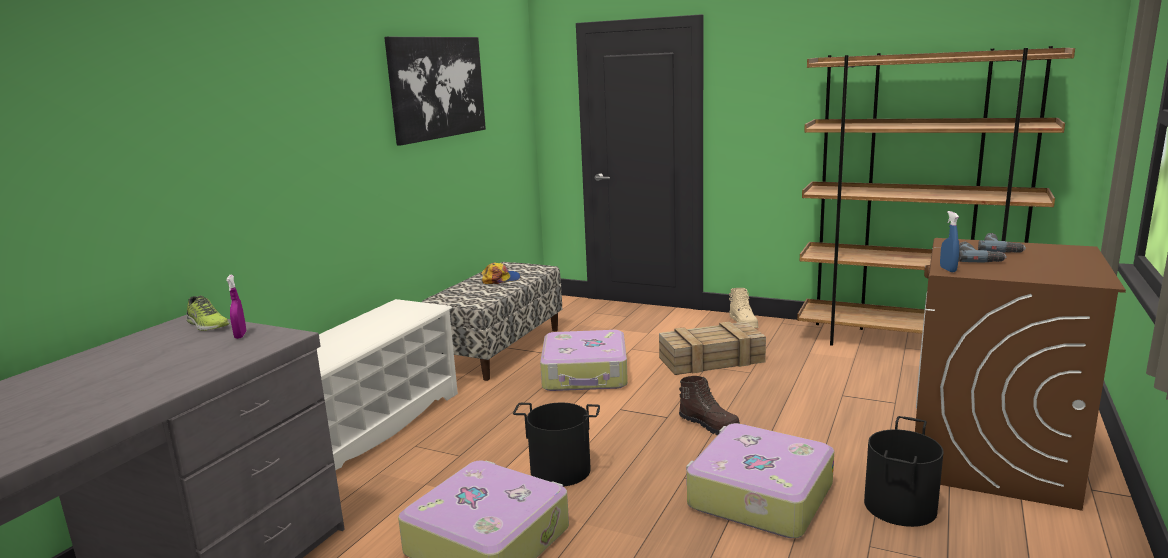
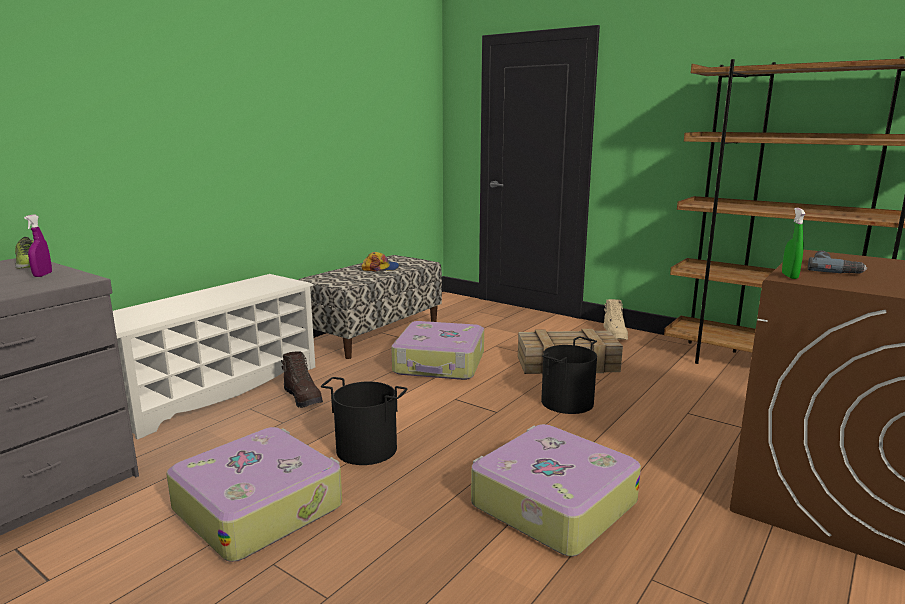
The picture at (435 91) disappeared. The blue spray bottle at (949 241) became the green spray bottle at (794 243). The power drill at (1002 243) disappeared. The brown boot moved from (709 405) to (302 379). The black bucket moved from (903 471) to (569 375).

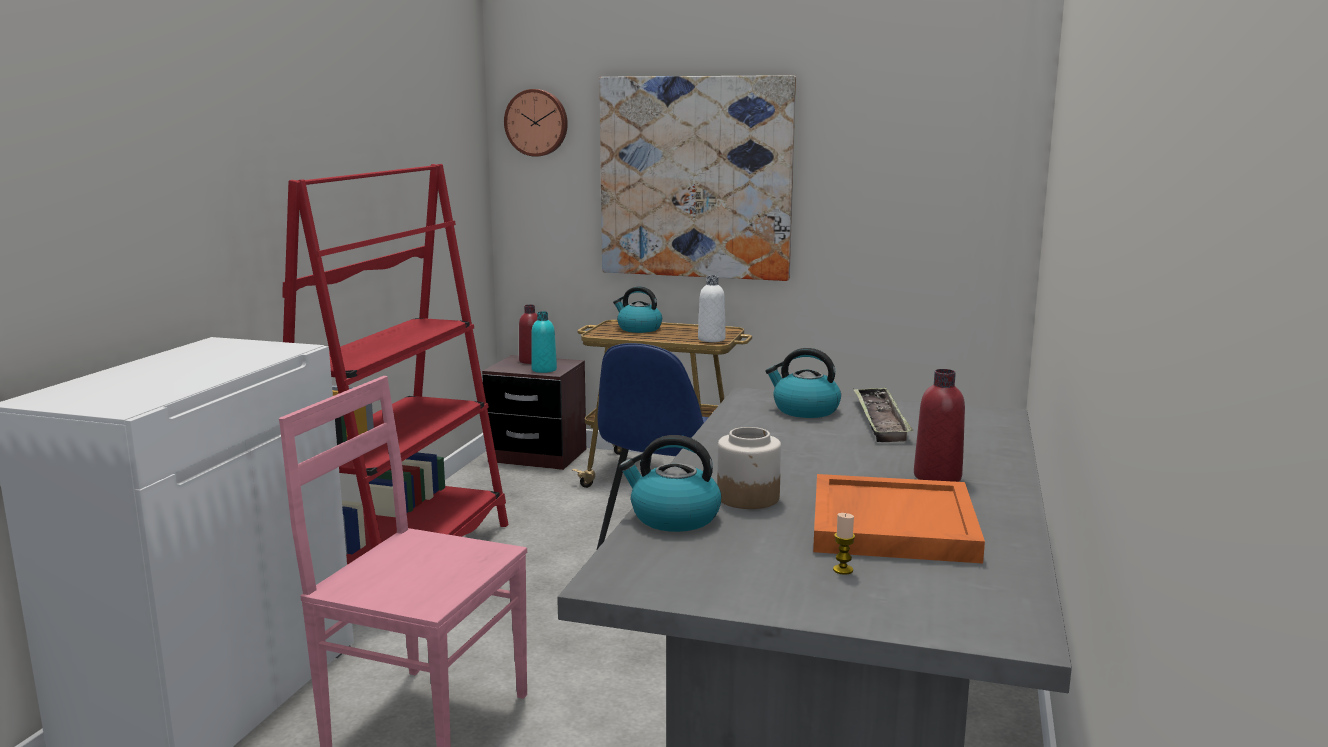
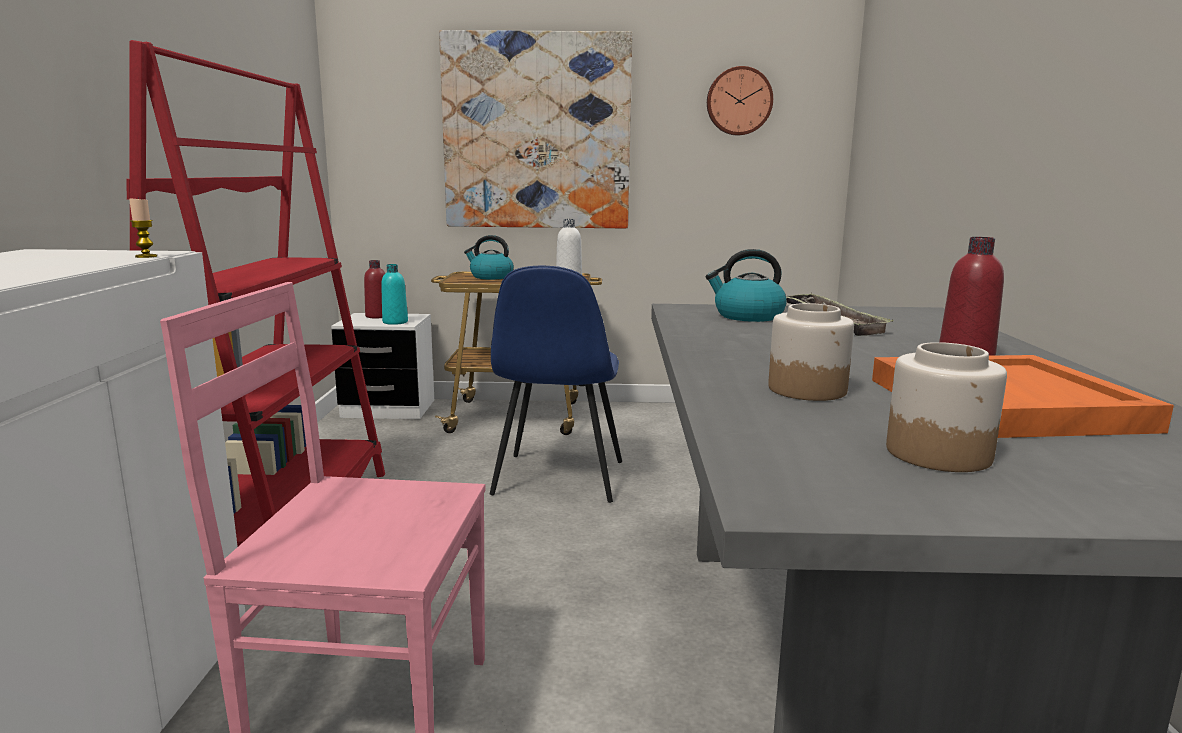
The wall clock moved from (536 123) to (740 100). The brown nightstand at (534 412) became the white nightstand at (382 366). The kettle at (670 483) disappeared. The candle moved from (844 544) to (143 227). The jar at (946 407) appeared.

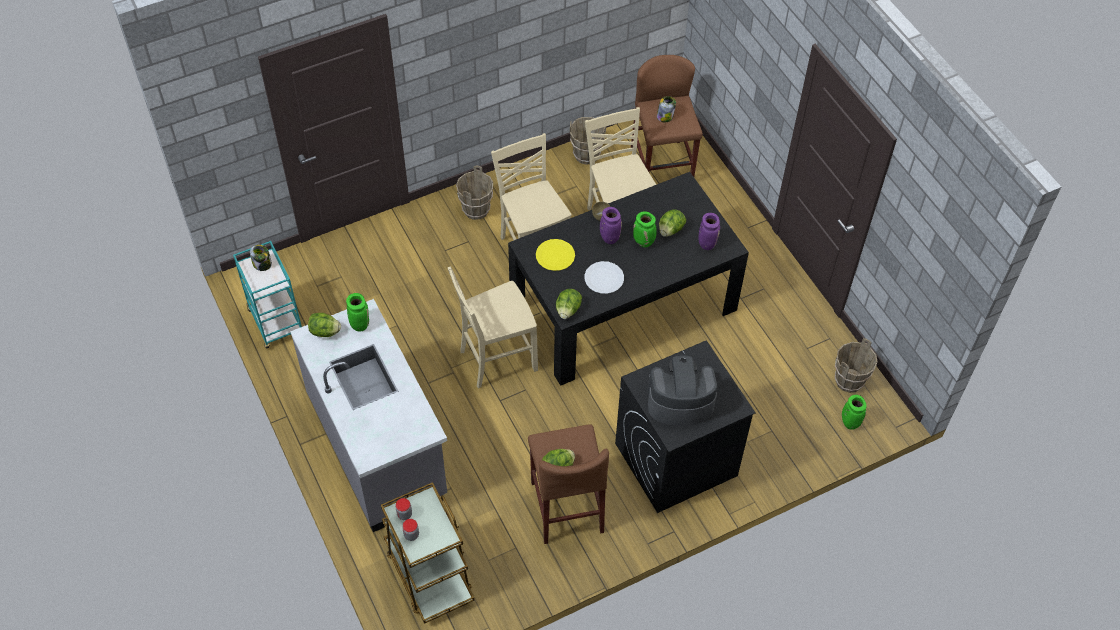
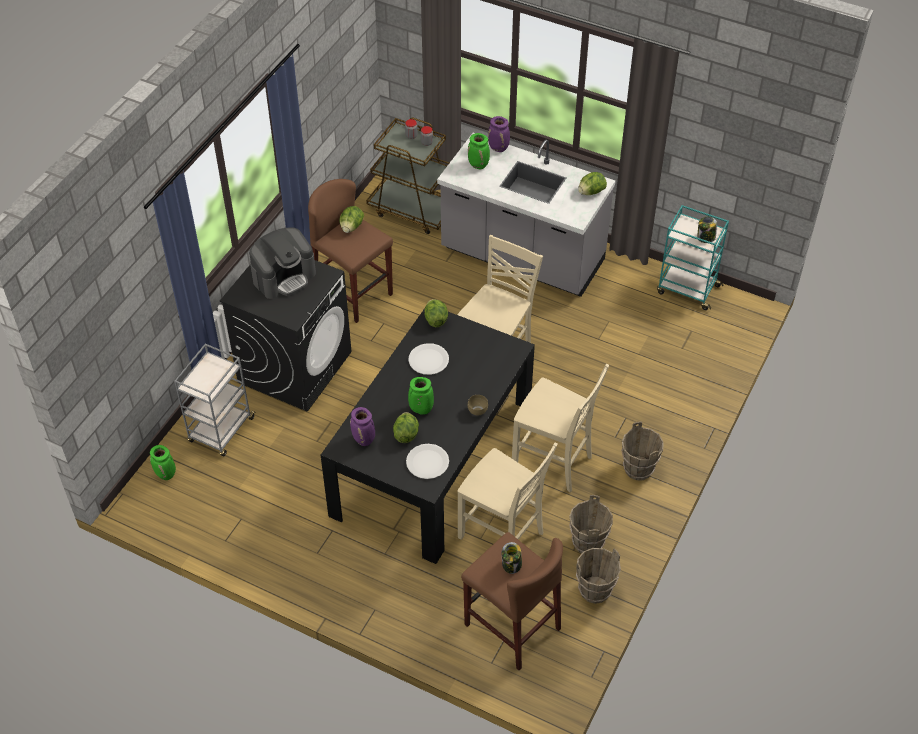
The purple vase moved from (611 225) to (499 134). The yellow plate at (555 255) disappeared. The green vase moved from (357 312) to (479 151). The brown bucket moved from (856 365) to (591 524). The grey cart at (215 400) appeared. The white plate at (427 461) appeared.

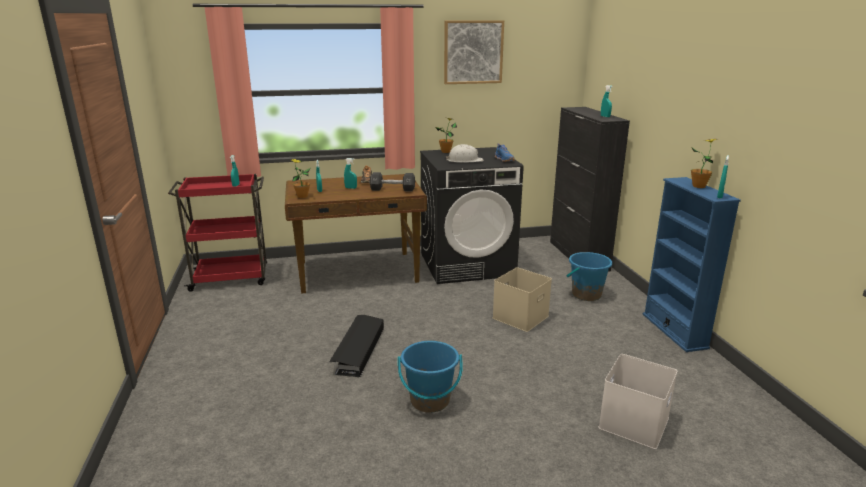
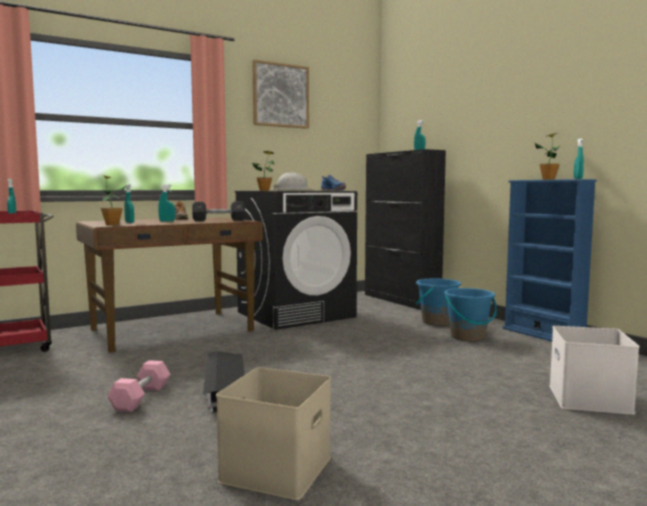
The beige storage box moved from (522 299) to (273 433). The blue bucket moved from (430 377) to (470 314). The pink dumbbell at (139 386) appeared.

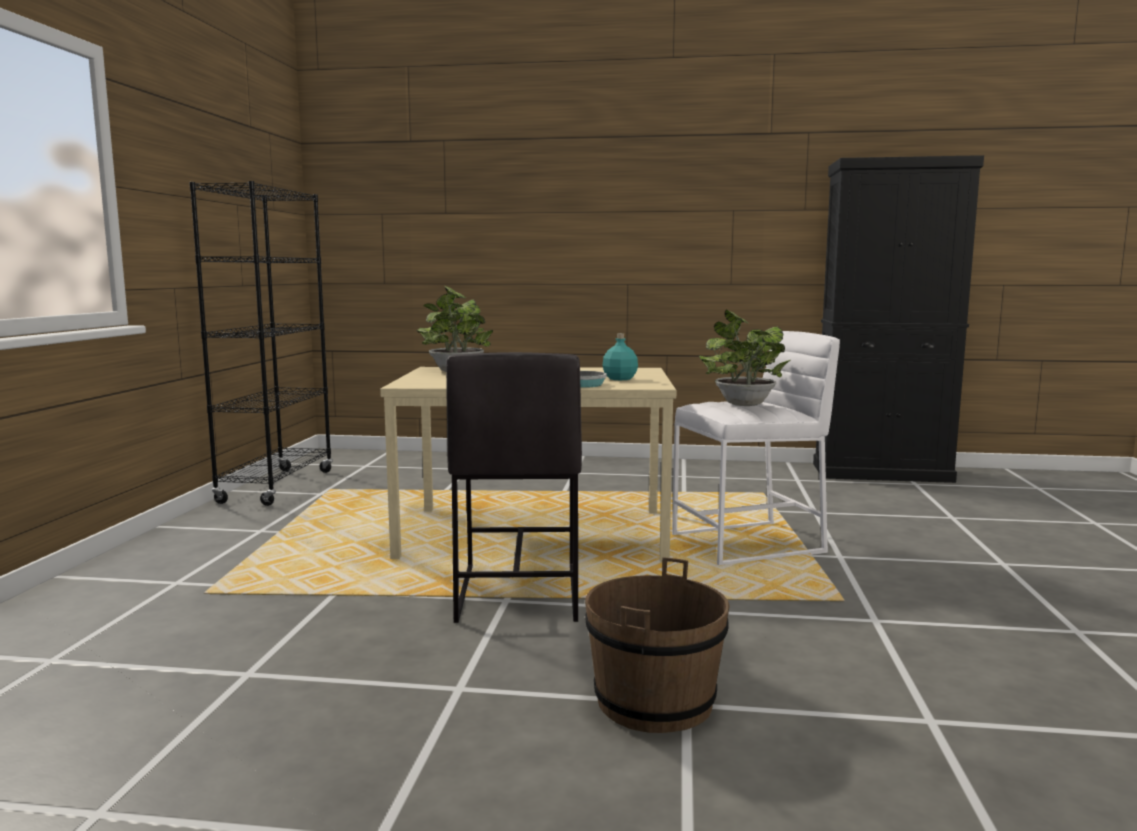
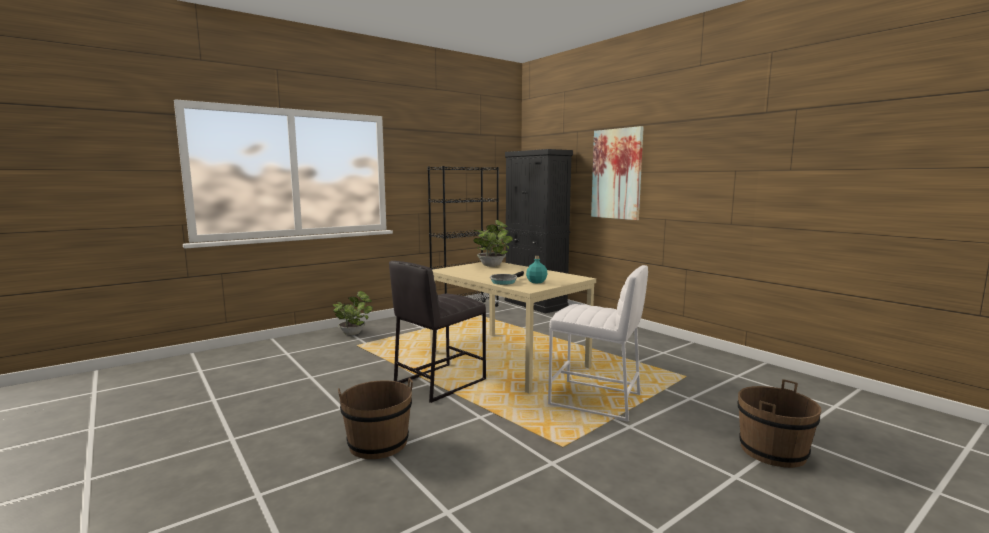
The black cabinet moved from (898 319) to (539 231). The potted plant moved from (744 358) to (353 313). The picture at (617 173) appeared. The brown bucket at (779 423) appeared.

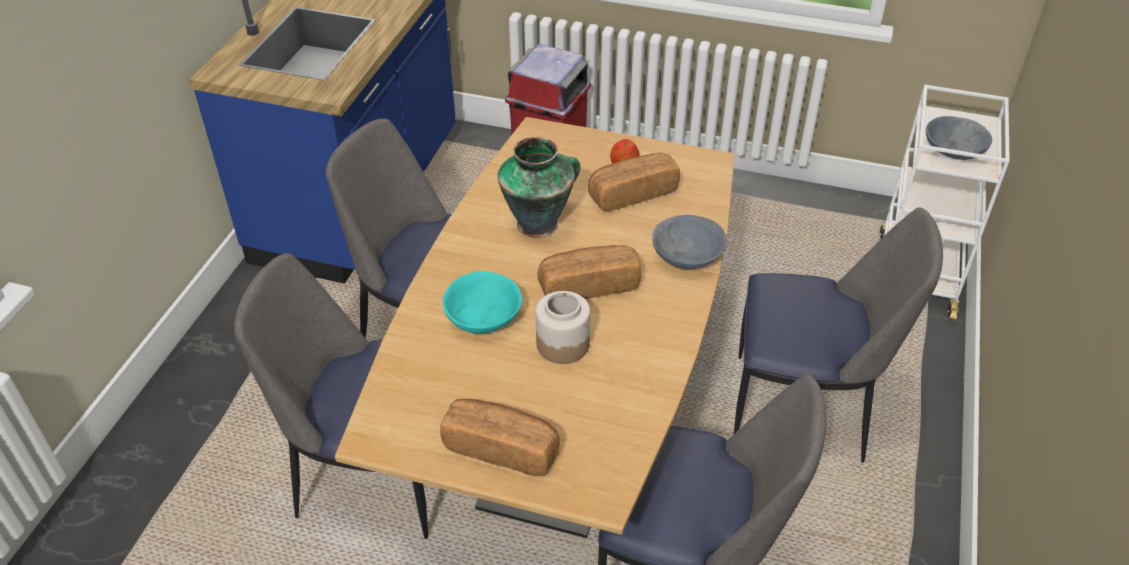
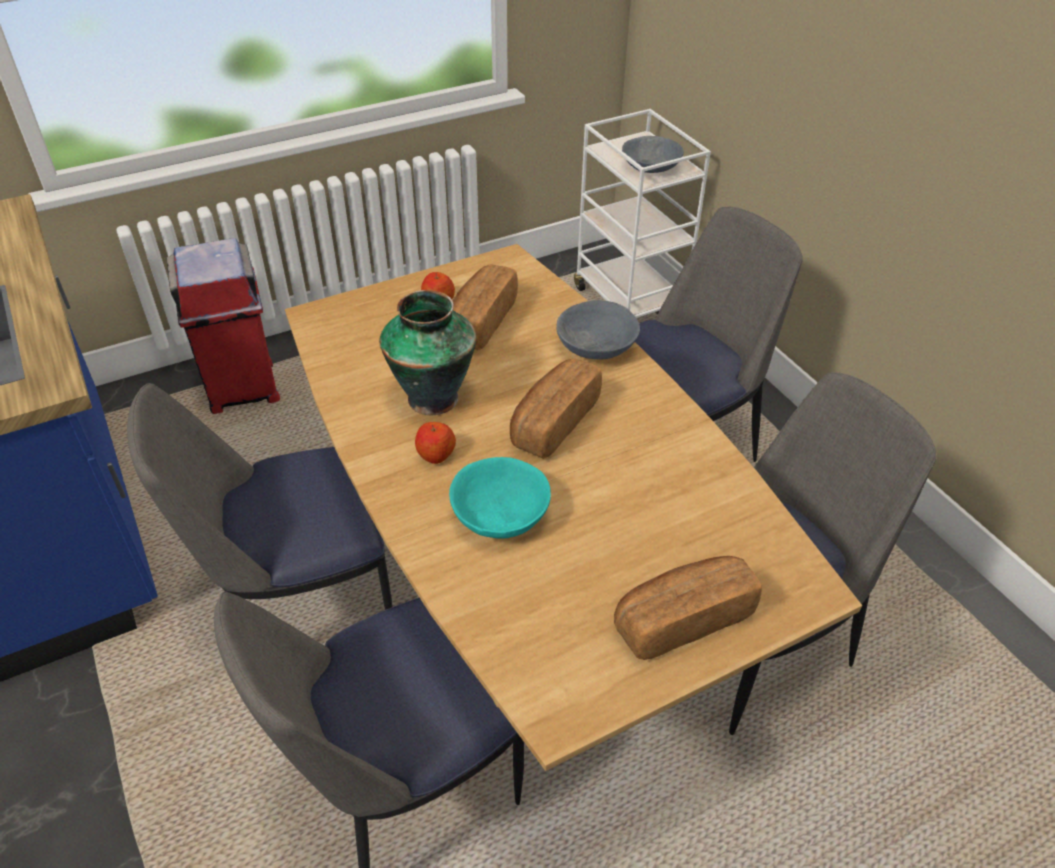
The jar at (563 327) disappeared. The apple at (435 443) appeared.

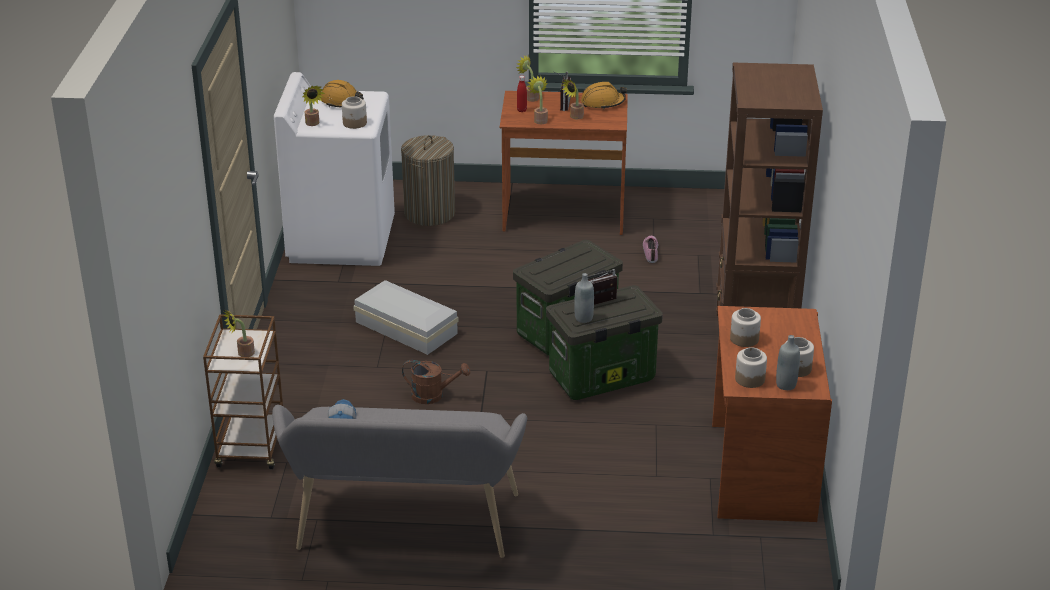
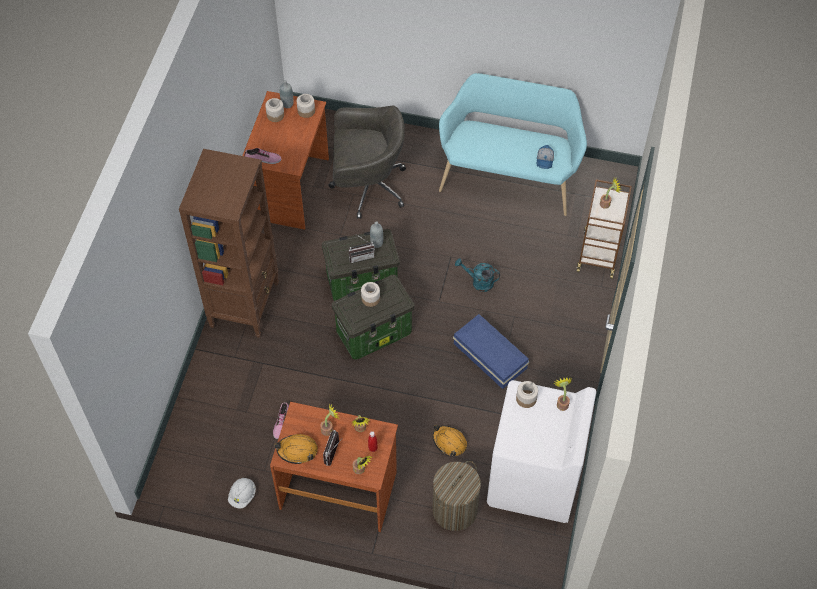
The orange hard hat moved from (342 94) to (450 440). The white storage box at (406 317) became the blue storage box at (491 351). The jar moved from (745 327) to (370 294). The brown watering can at (436 382) became the turquoise watering can at (477 275). The grey bench at (399 481) became the turquoise bench at (513 144). The grey office chair at (367 162) appeared. The shoe at (262 156) appeared. The white hard hat at (242 493) appeared.

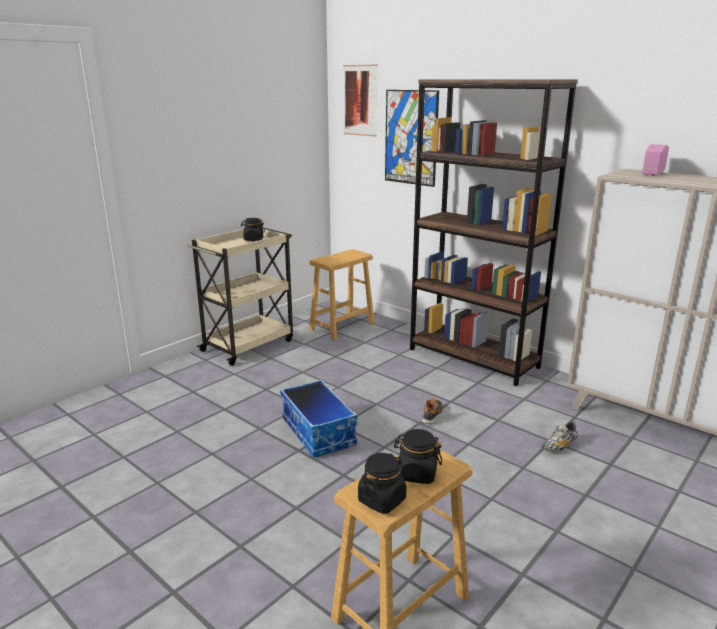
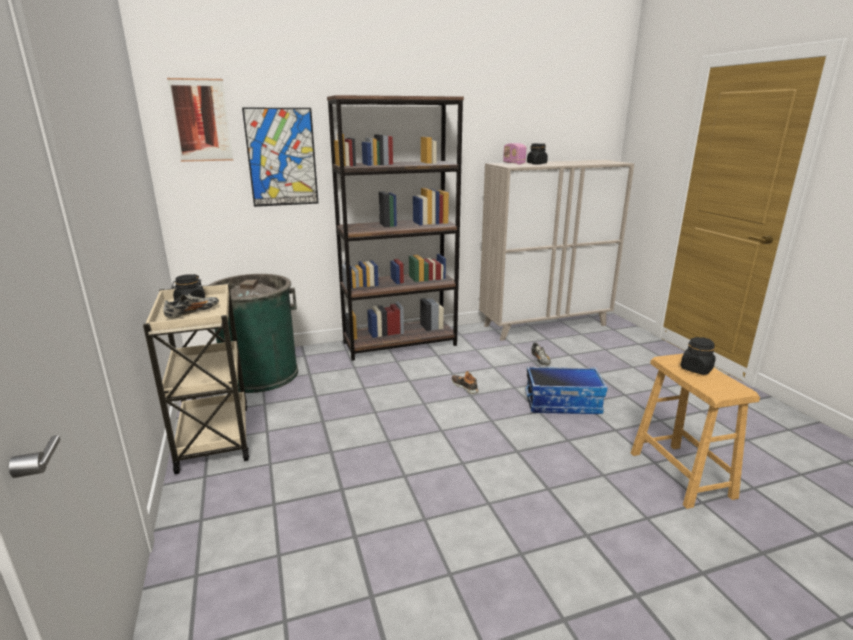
The brown stool at (342 294) was replaced by the green trash can at (254 333). The storage box moved from (318 419) to (567 390). The black jar moved from (382 483) to (537 153). The shoe at (191 306) appeared.

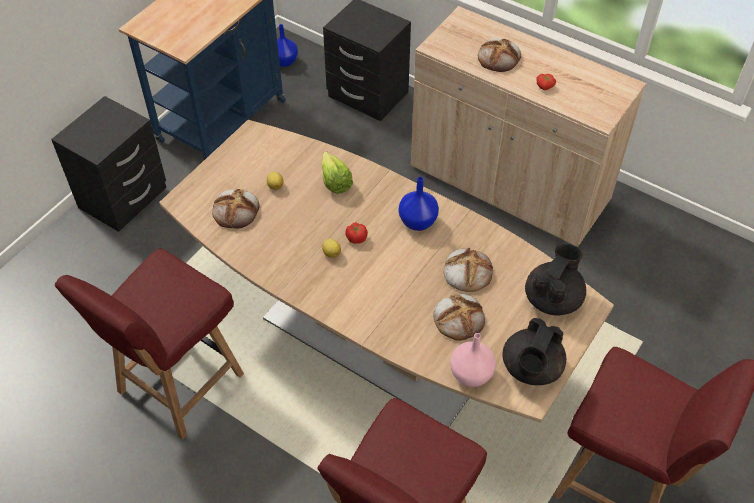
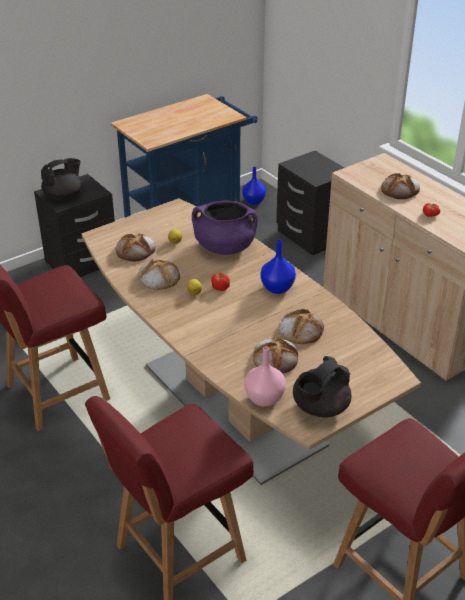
The lettuce at (337 172) was replaced by the purple cooking pot at (225 228). The black teapot moved from (555 279) to (61 179). The bread at (159 274) appeared.

